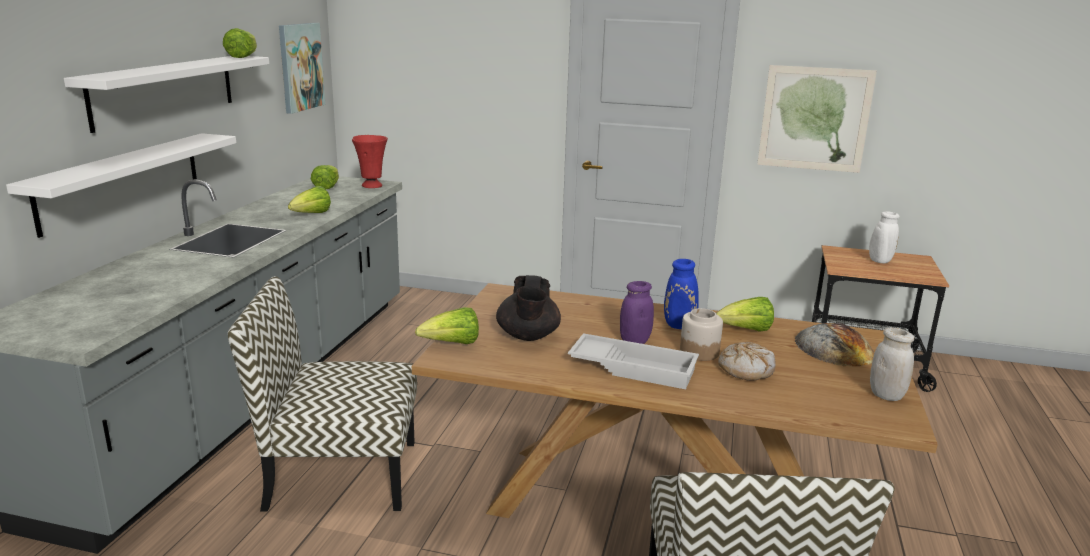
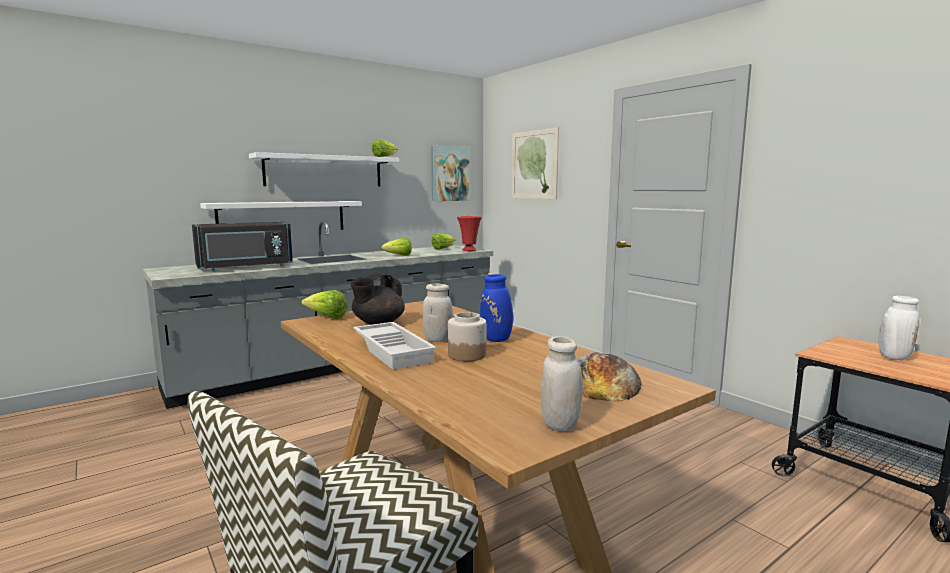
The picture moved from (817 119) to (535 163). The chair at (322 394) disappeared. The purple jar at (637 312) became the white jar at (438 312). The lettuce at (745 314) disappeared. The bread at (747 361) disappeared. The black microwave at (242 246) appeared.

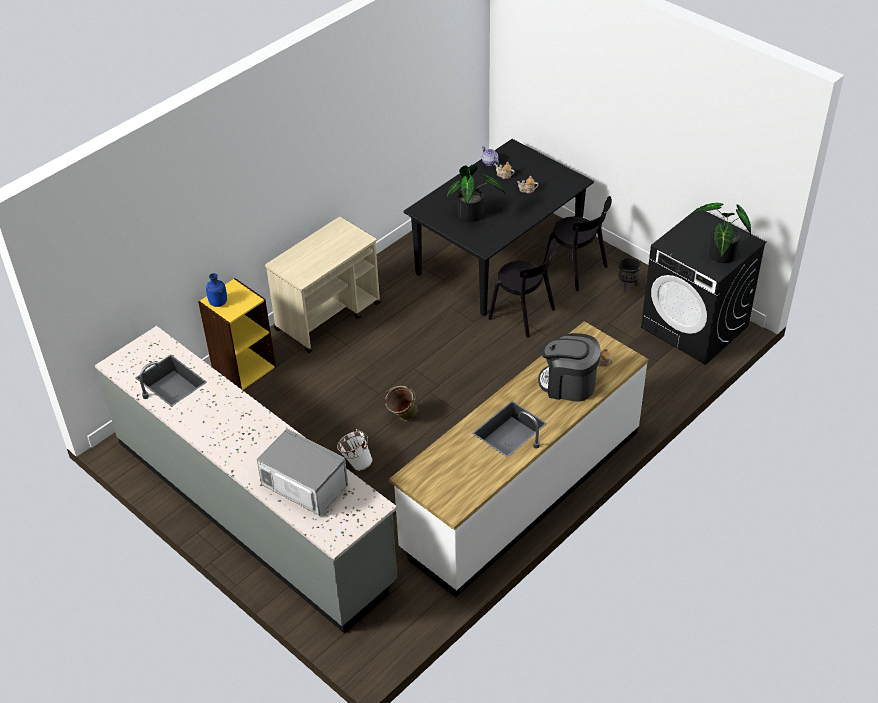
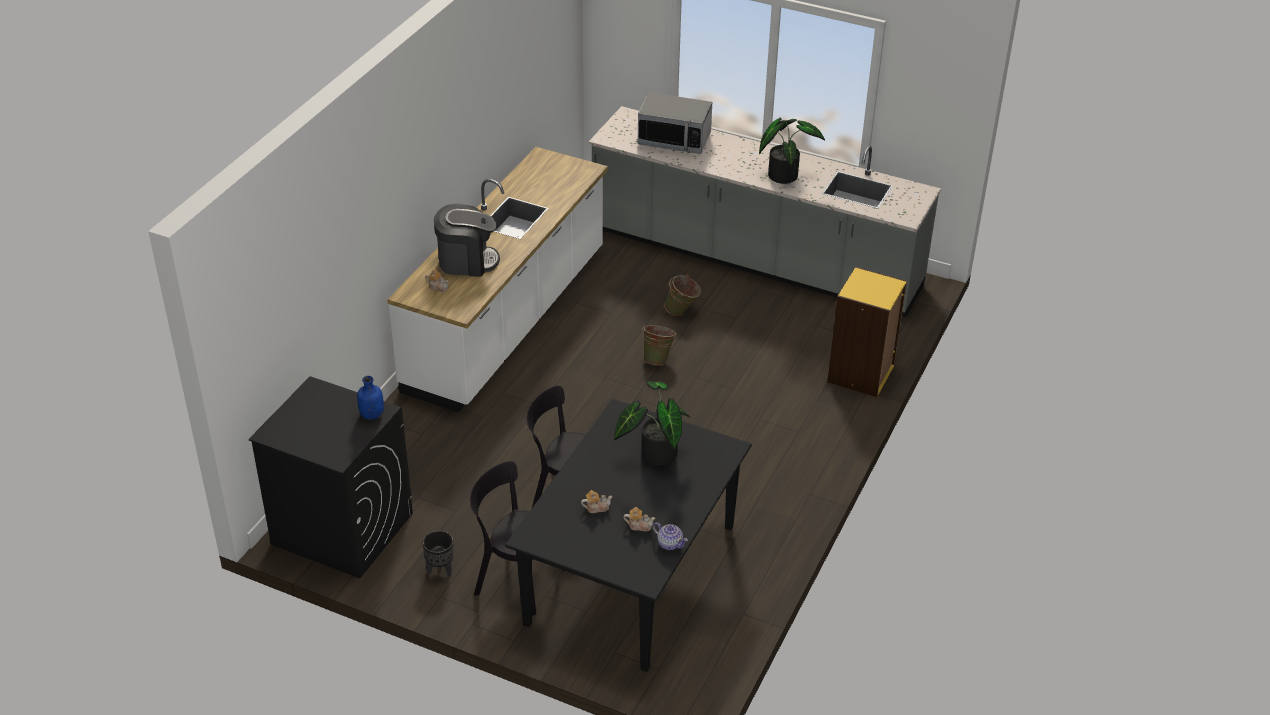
The potted plant moved from (722 233) to (792 151). The beige cart at (323 285) disappeared. The blue bottle moved from (216 290) to (370 398). The white bucket at (355 450) became the green bucket at (682 295).

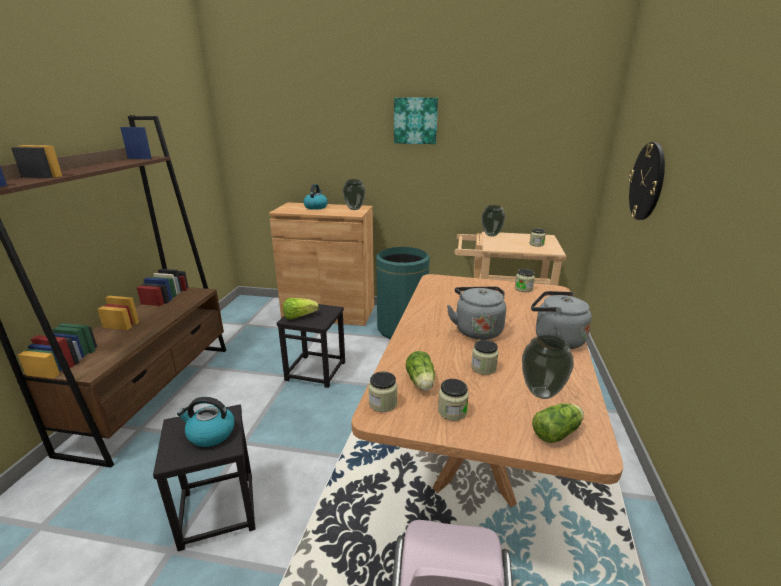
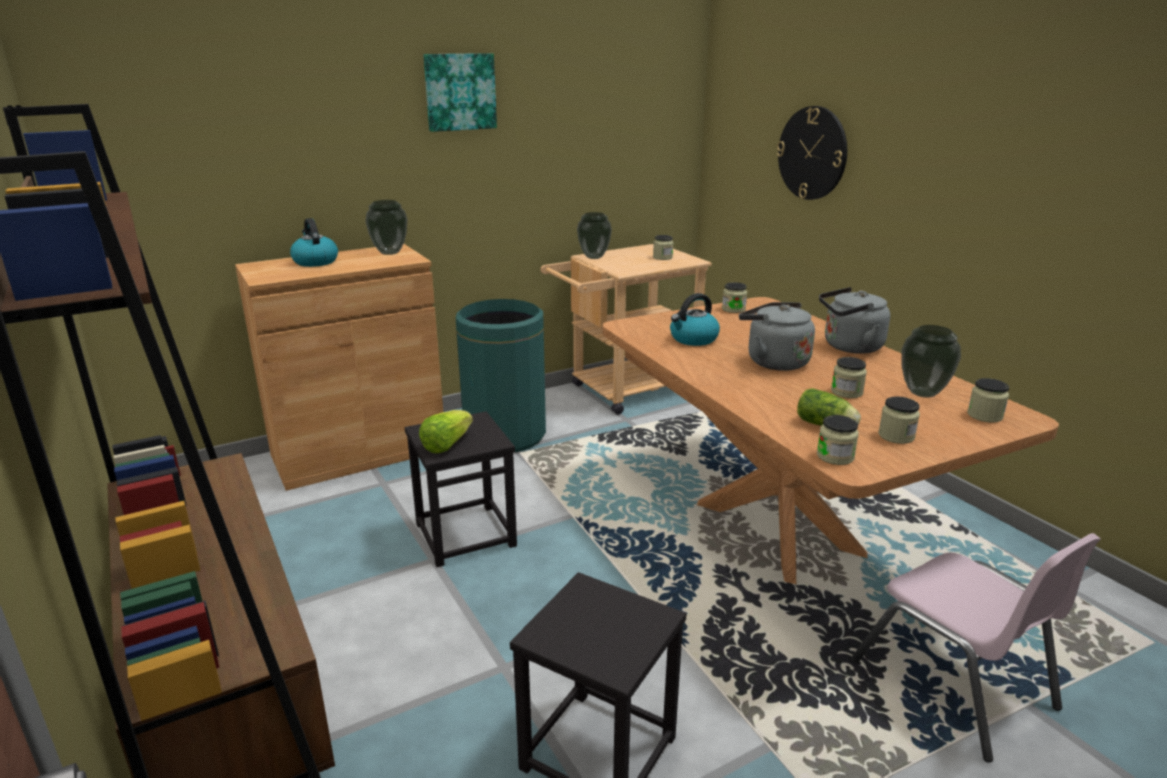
The kettle moved from (206 422) to (695 319). The lettuce at (558 423) was replaced by the jar at (988 400).

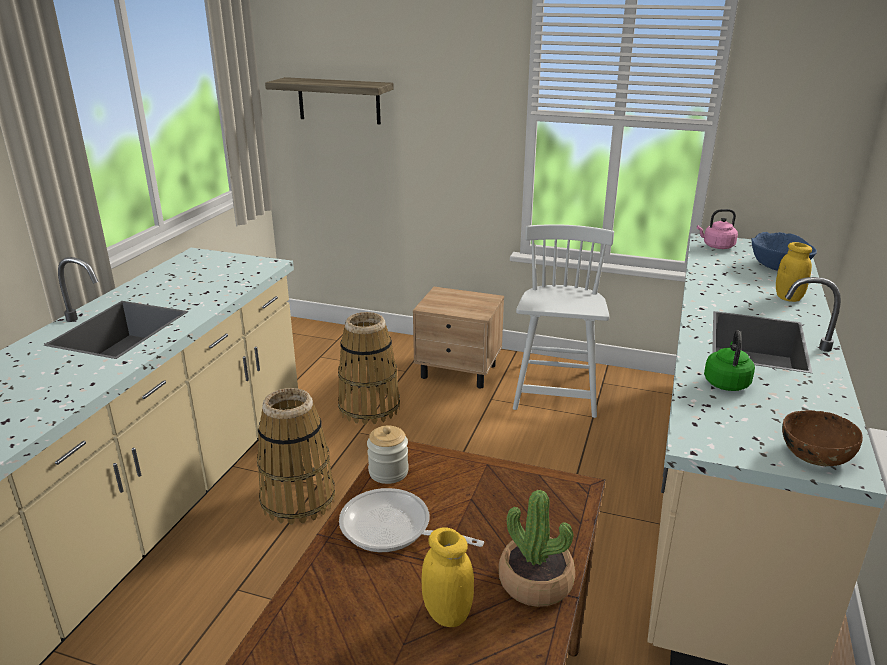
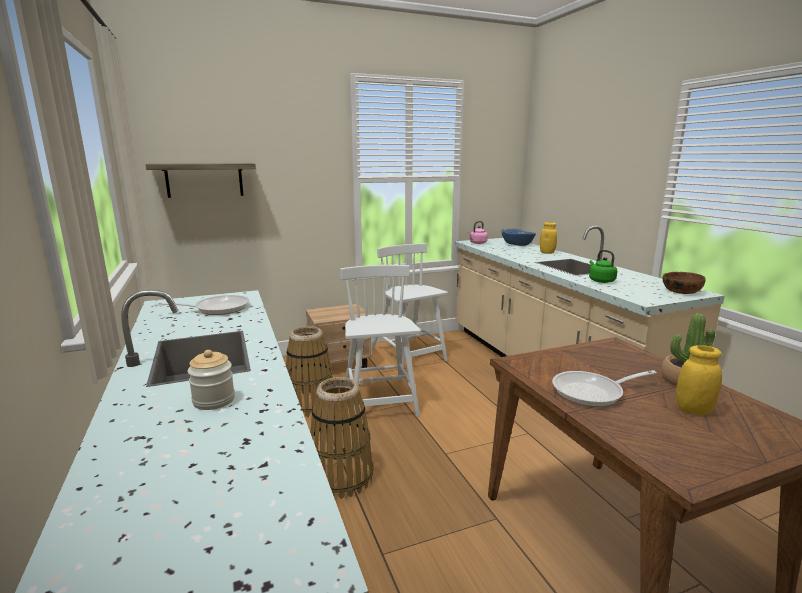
The jar moved from (388 454) to (211 380). The white chair at (380 341) appeared. The frying pan at (201 305) appeared.

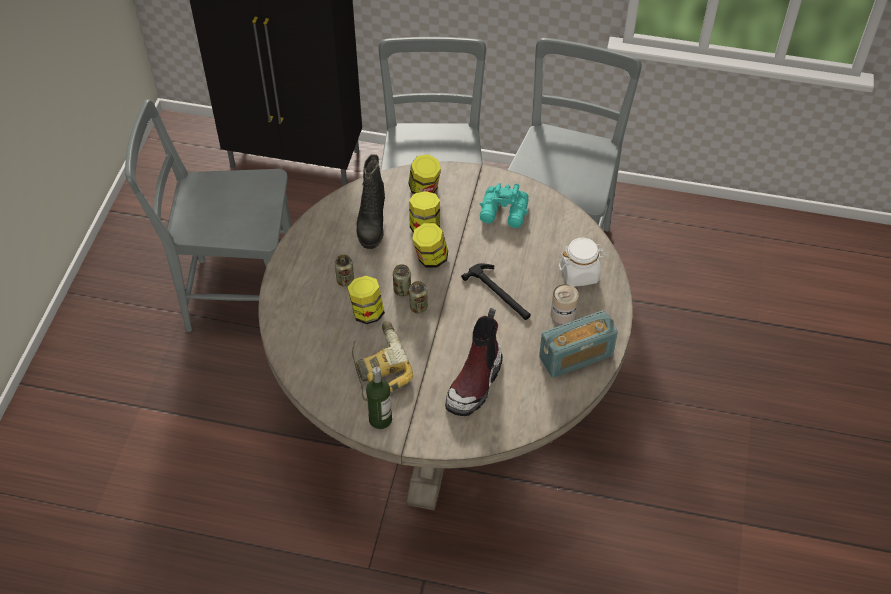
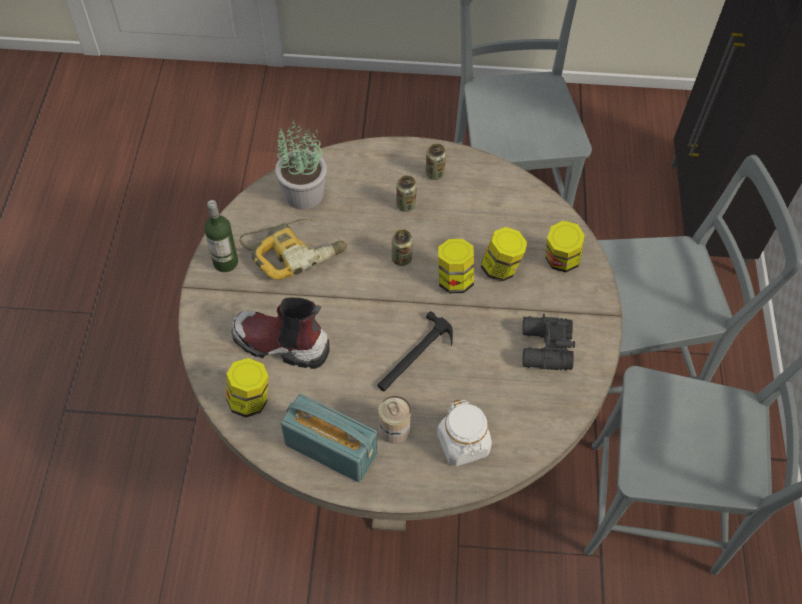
The black boot at (370 201) disappeared. The turquoise binoculars at (504 205) became the black binoculars at (549 342). The jar moved from (366 300) to (247 388). The can moved from (418 297) to (435 162). The radio at (578 344) turned 150 degrees clockwise. The potted plant at (301 163) appeared.

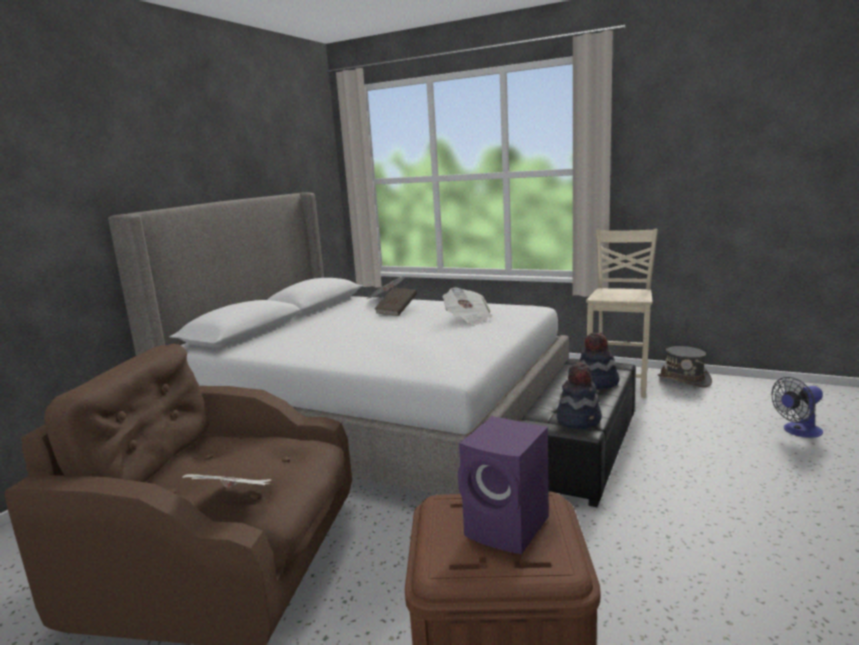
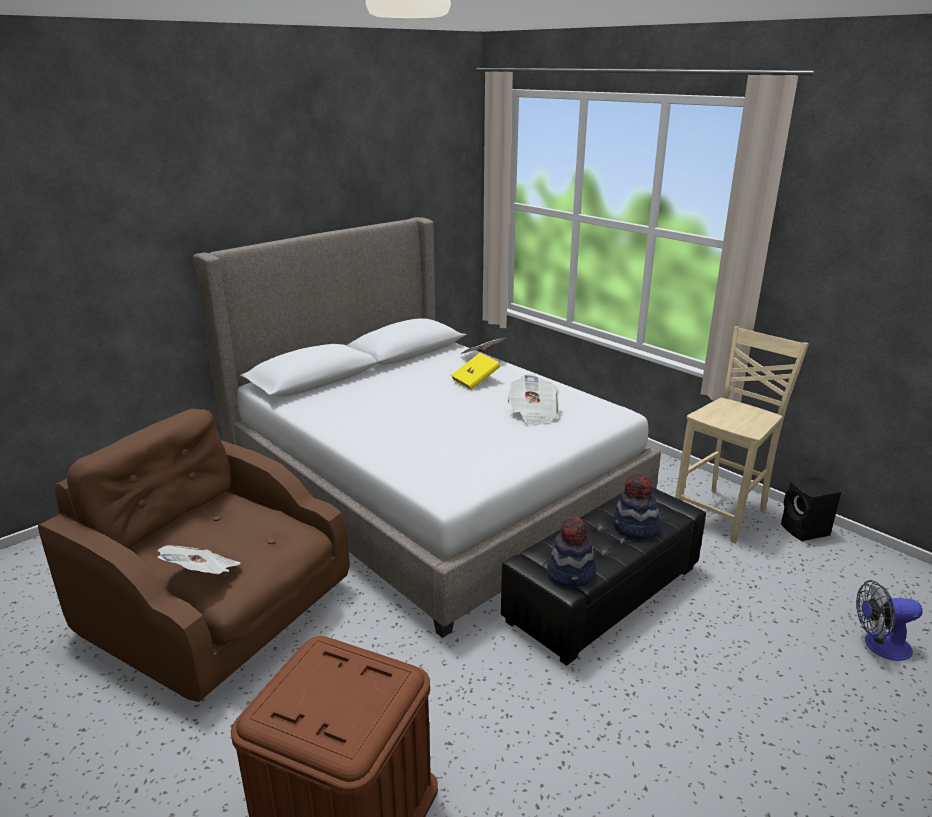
The brown book at (395 302) became the yellow book at (475 371). The grey hat at (685 367) was replaced by the black speaker at (811 508). The purple speaker at (503 485) disappeared.

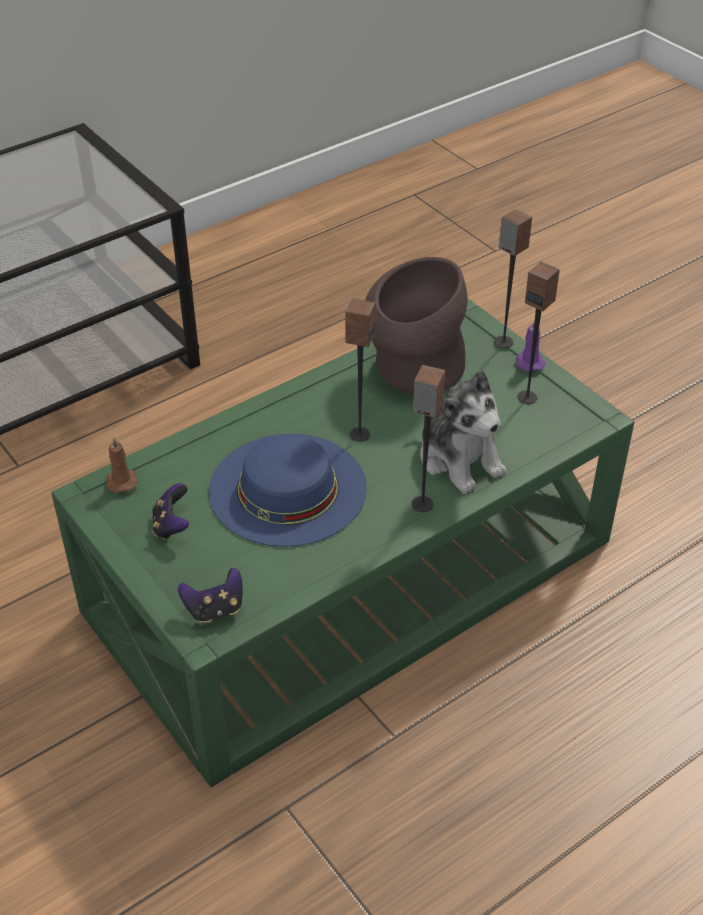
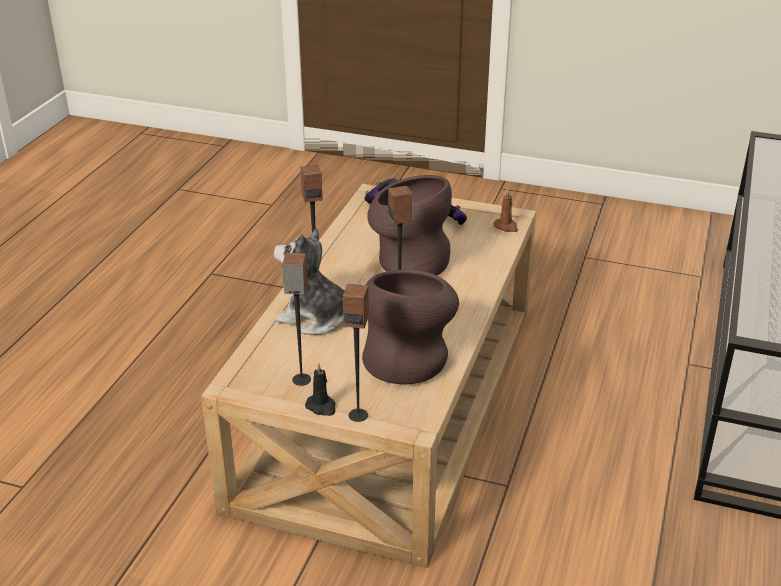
The green coffee table at (342 542) became the beige coffee table at (368 376). The purple candle at (531 346) became the black candle at (320 389). The blue hat at (288 490) was replaced by the brown vase at (409 225).

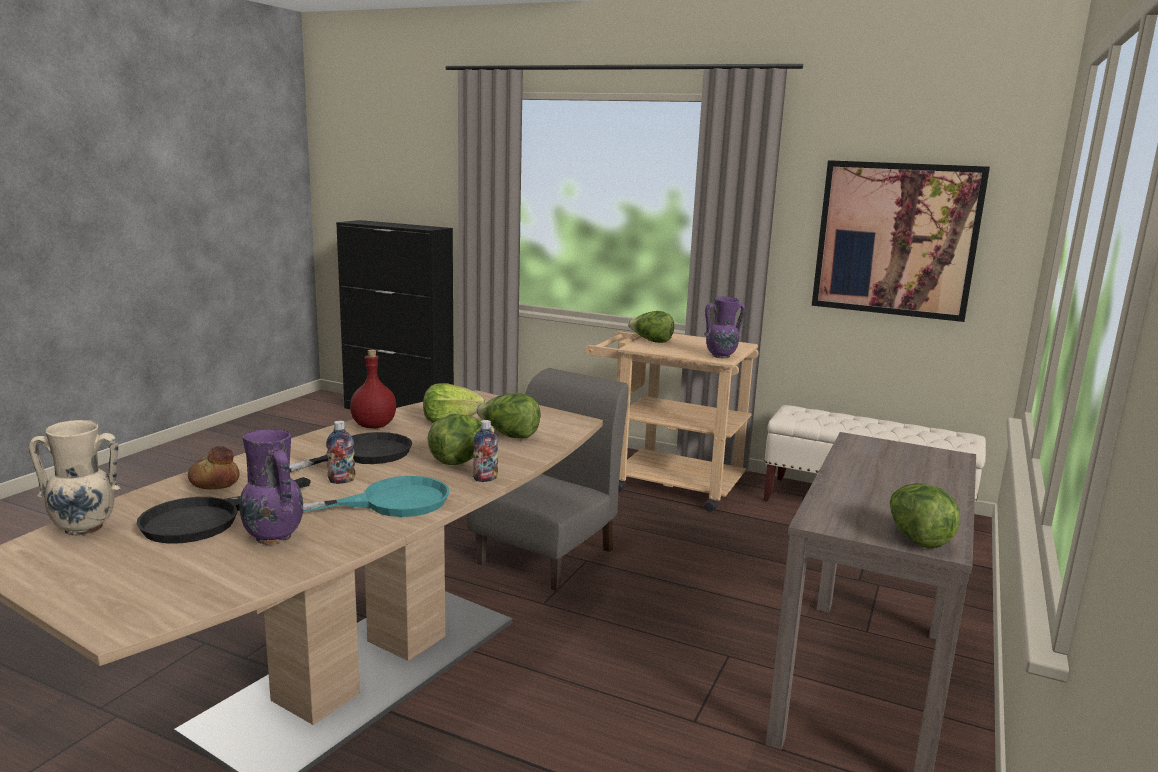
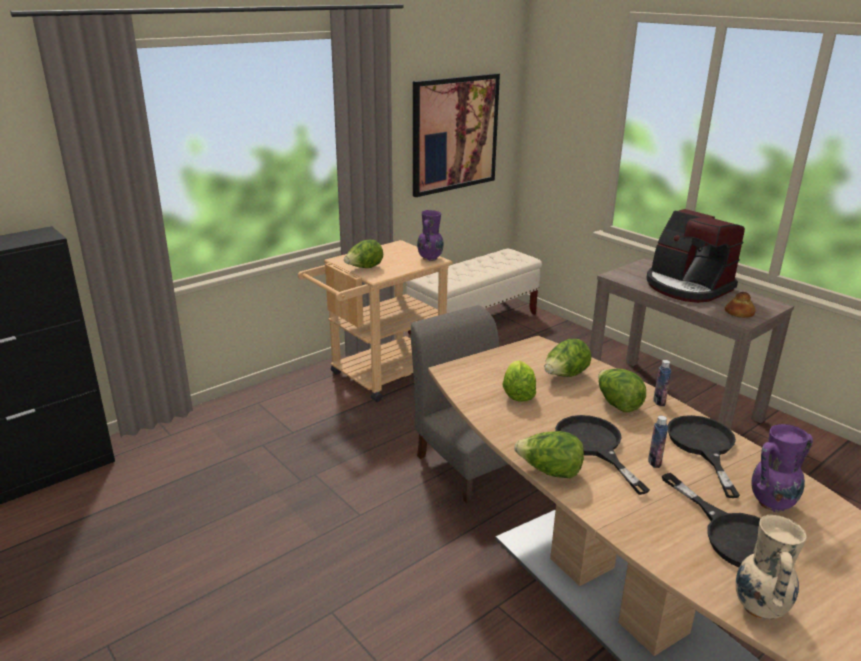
The red bottle at (373 389) disappeared. The bread moved from (214 468) to (740 305). The turquoise frying pan at (376 496) became the black frying pan at (704 456). The lettuce moved from (925 516) to (549 454). The coffee machine at (696 256) appeared.

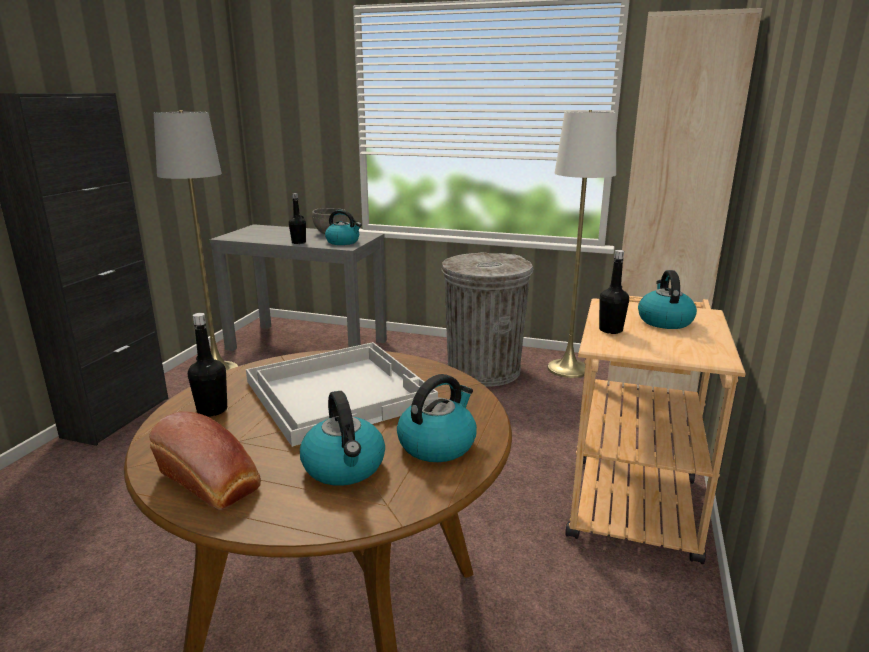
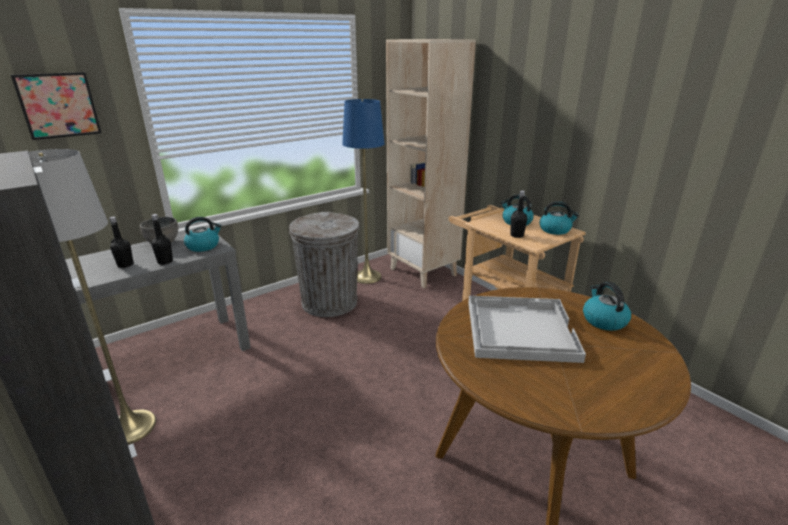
The white floor lamp at (581 244) became the blue floor lamp at (363 191). The black bottle moved from (207 365) to (121 242). The kettle moved from (342 438) to (559 218). The bread at (205 461) disappeared. The picture at (56 106) appeared.

